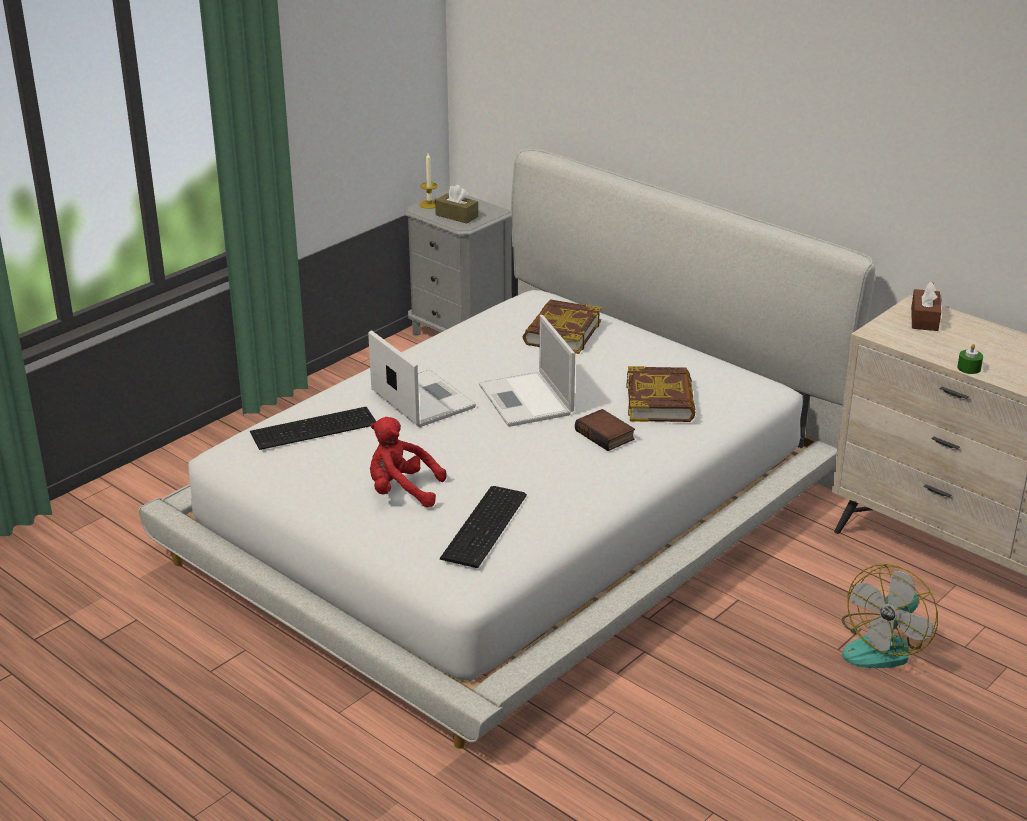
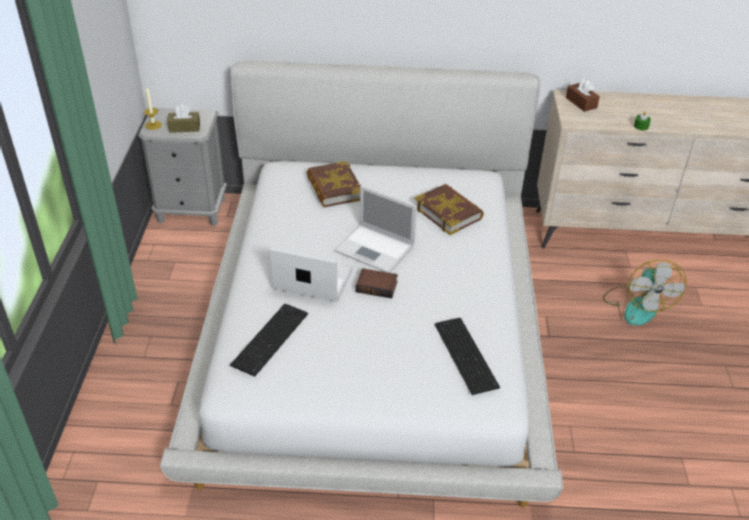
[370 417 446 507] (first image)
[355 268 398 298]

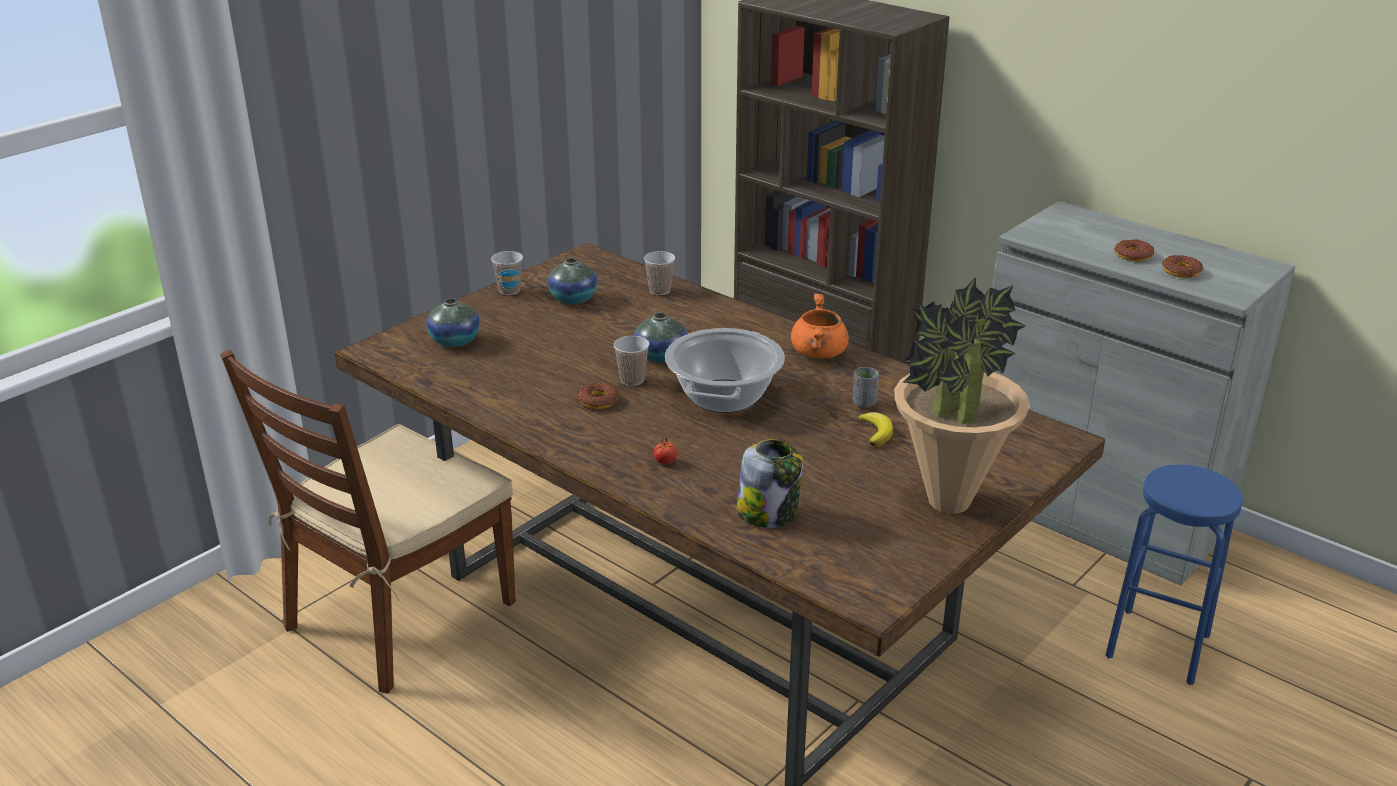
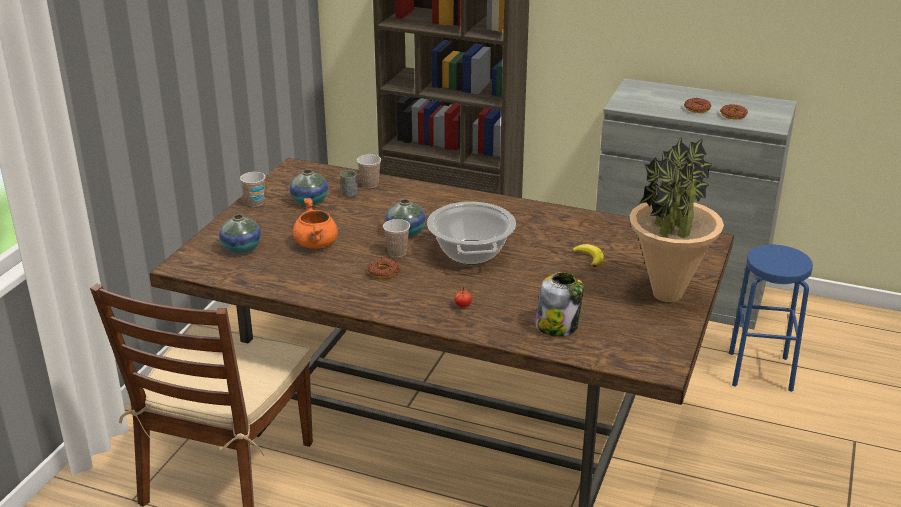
[293 198 338 248]
[340 171 358 198]

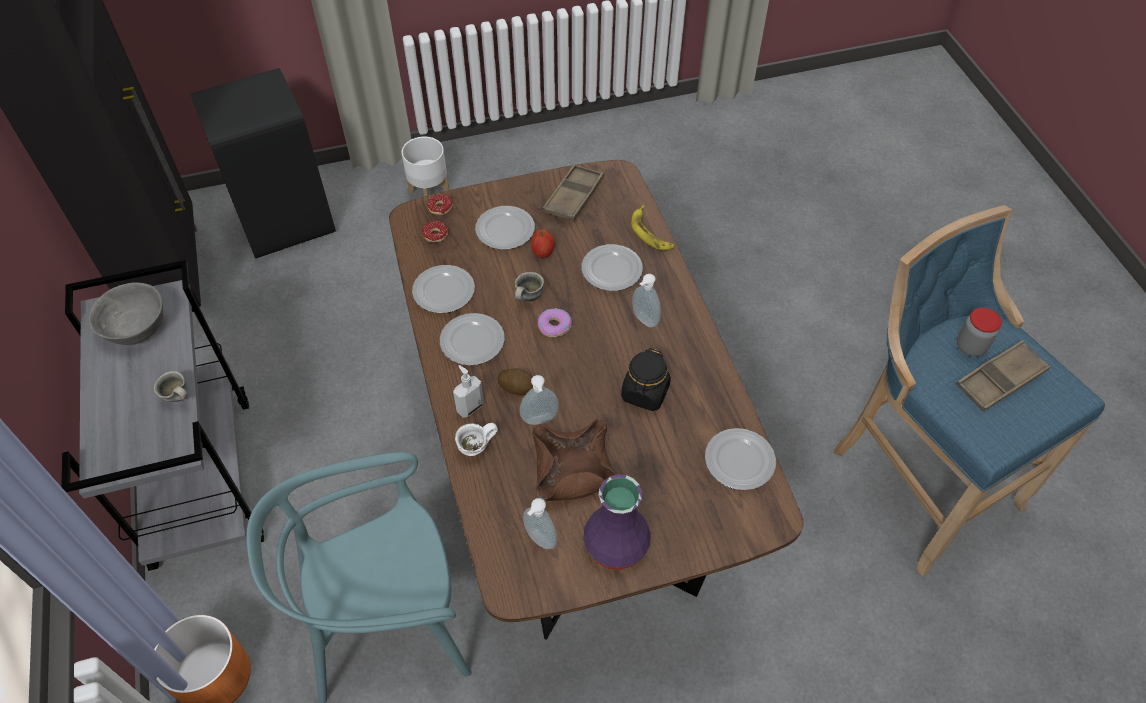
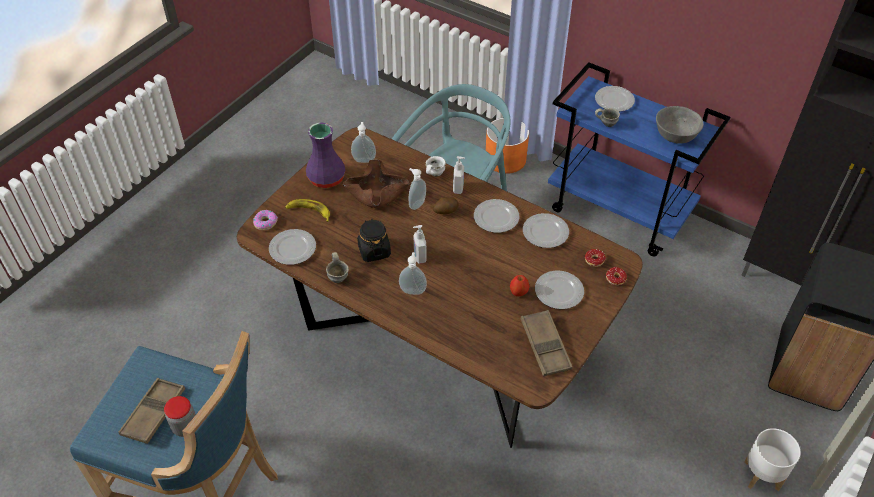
[548 62 731 256]
[326 252 349 283]
[253 210 278 230]
[595 86 635 112]
[285 199 330 222]
[413 225 427 264]

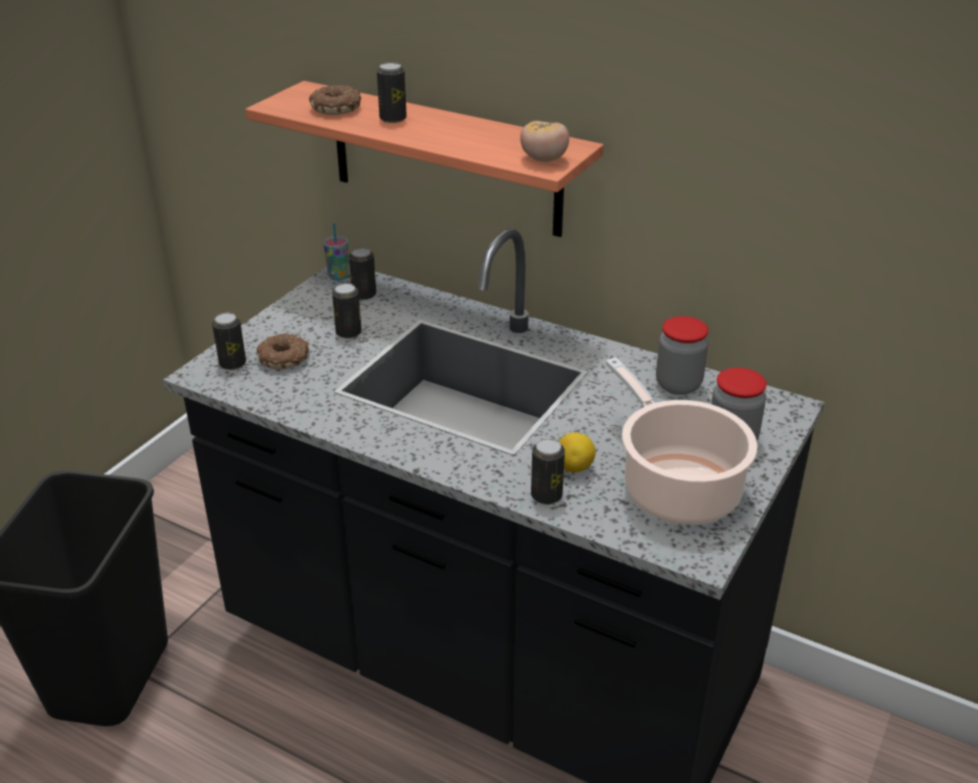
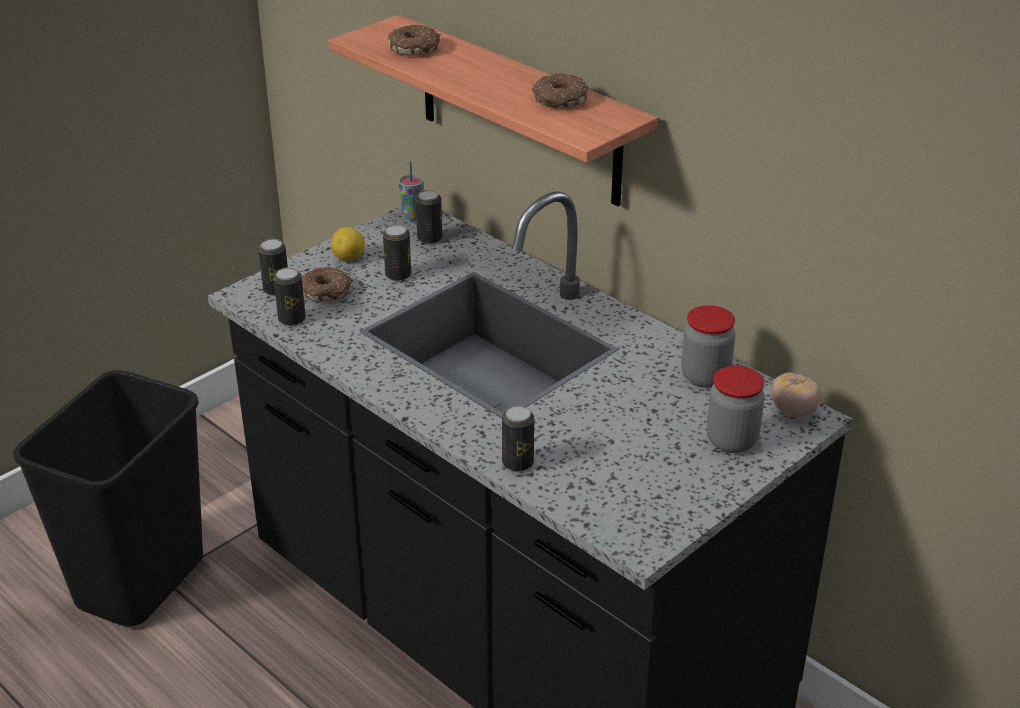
[273 267 306 326]
[771 372 822 417]
[331 227 365 261]
[606 358 758 525] (first image)
[532 73 588 109]

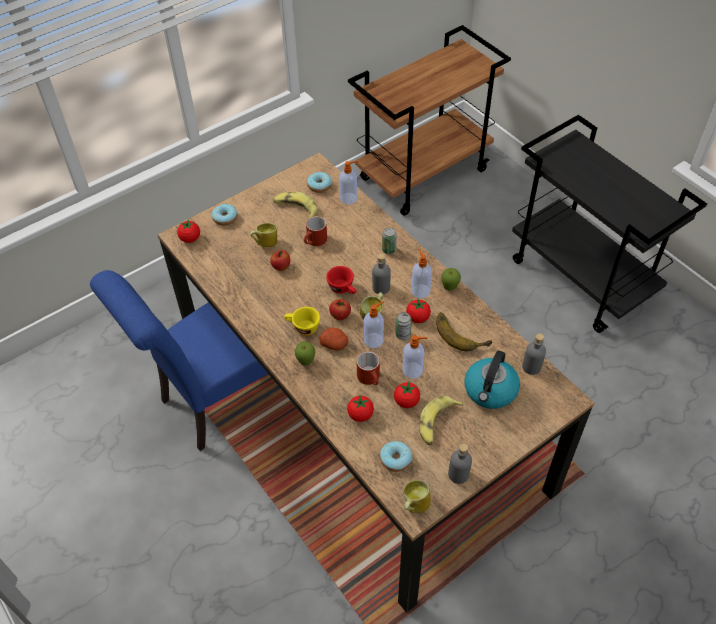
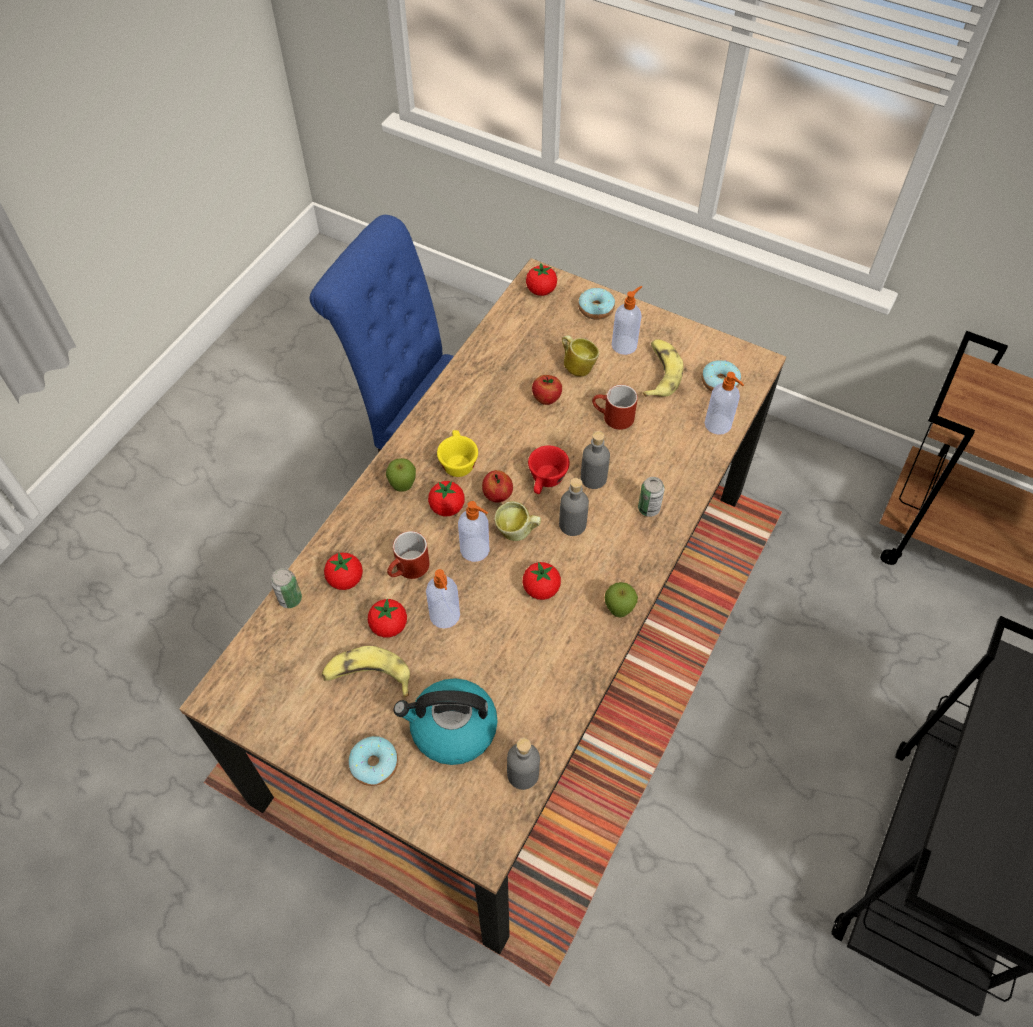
[428 481 465 516]
[349 736 398 786]
[271 568 302 608]
[403 480 431 513] (first image)
[612 286 642 355]
[436 312 492 351] (first image)
[581 431 610 489]

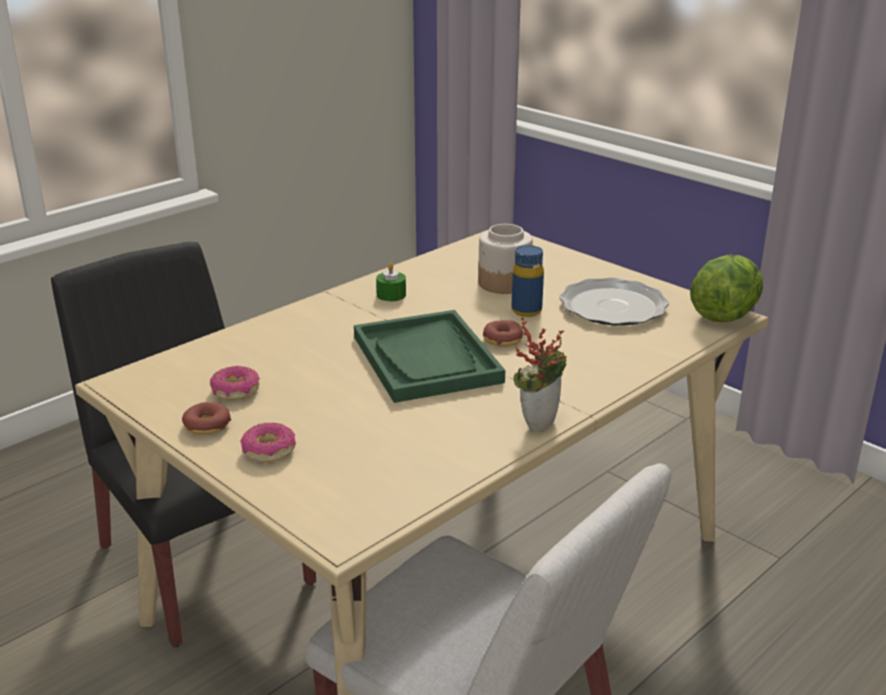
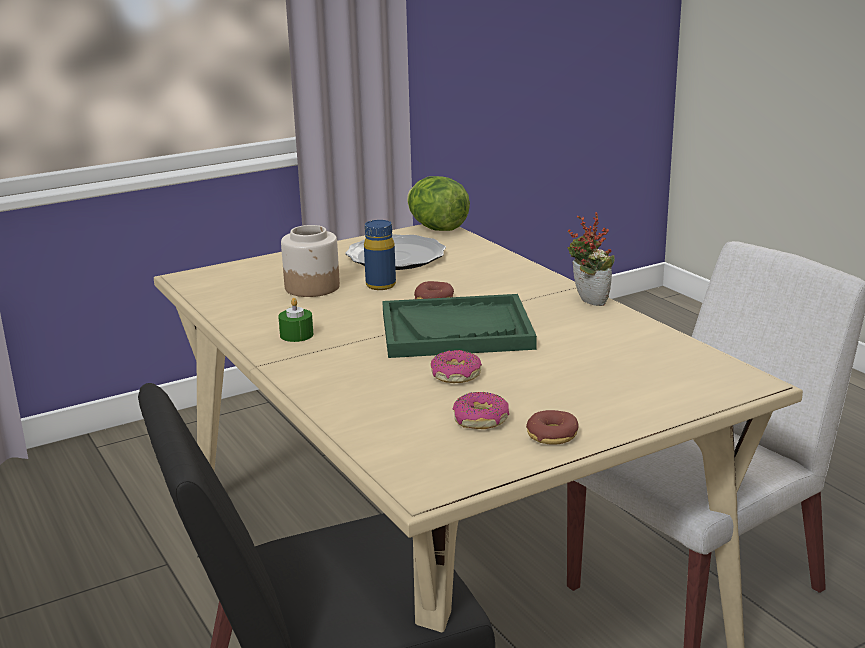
[431 350 482 383]

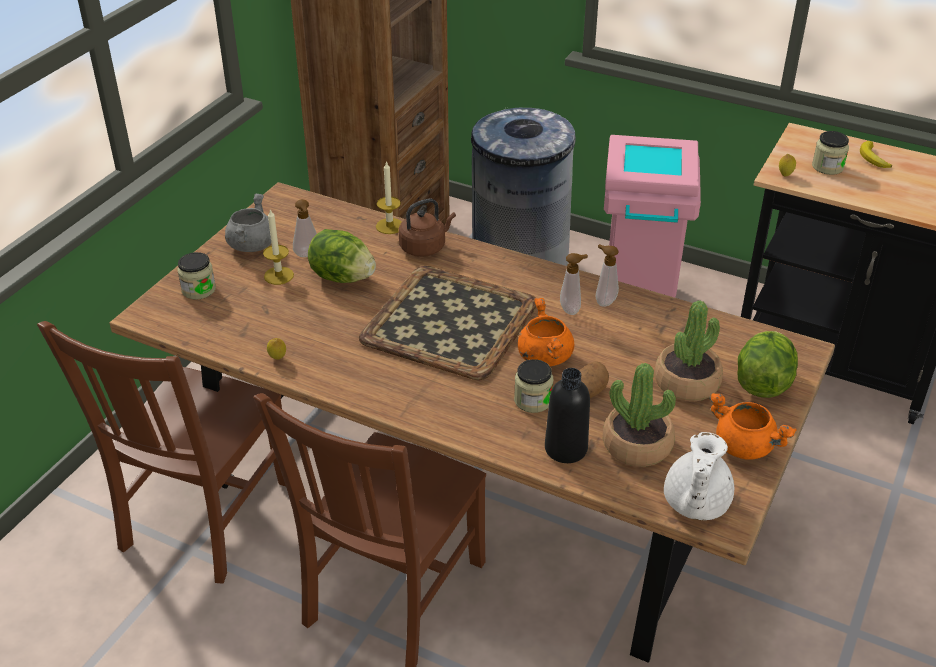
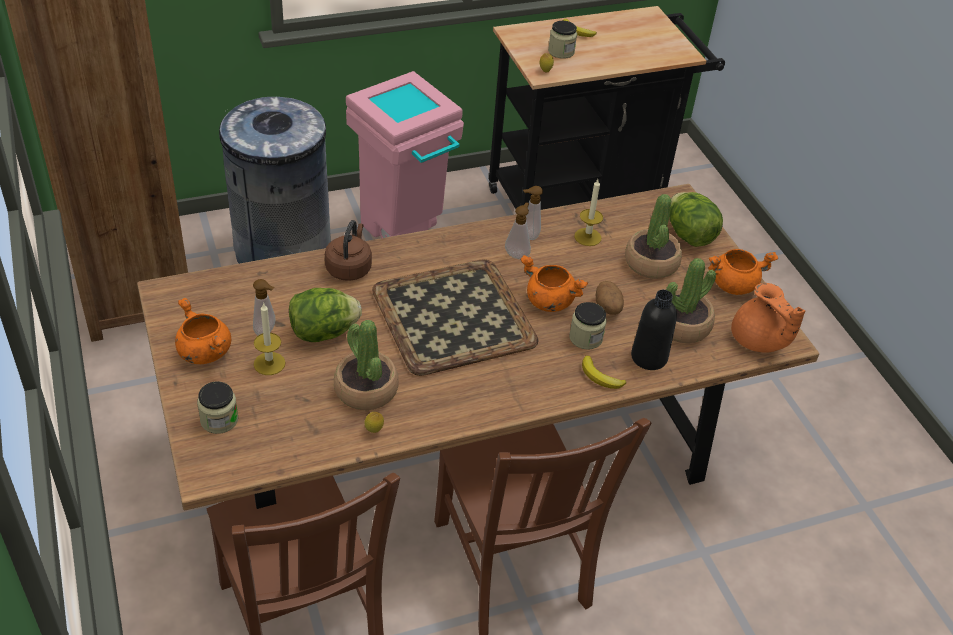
[175 298 231 364]
[574 179 603 246]
[731 283 805 353]
[334 320 399 410]
[582 356 626 389]

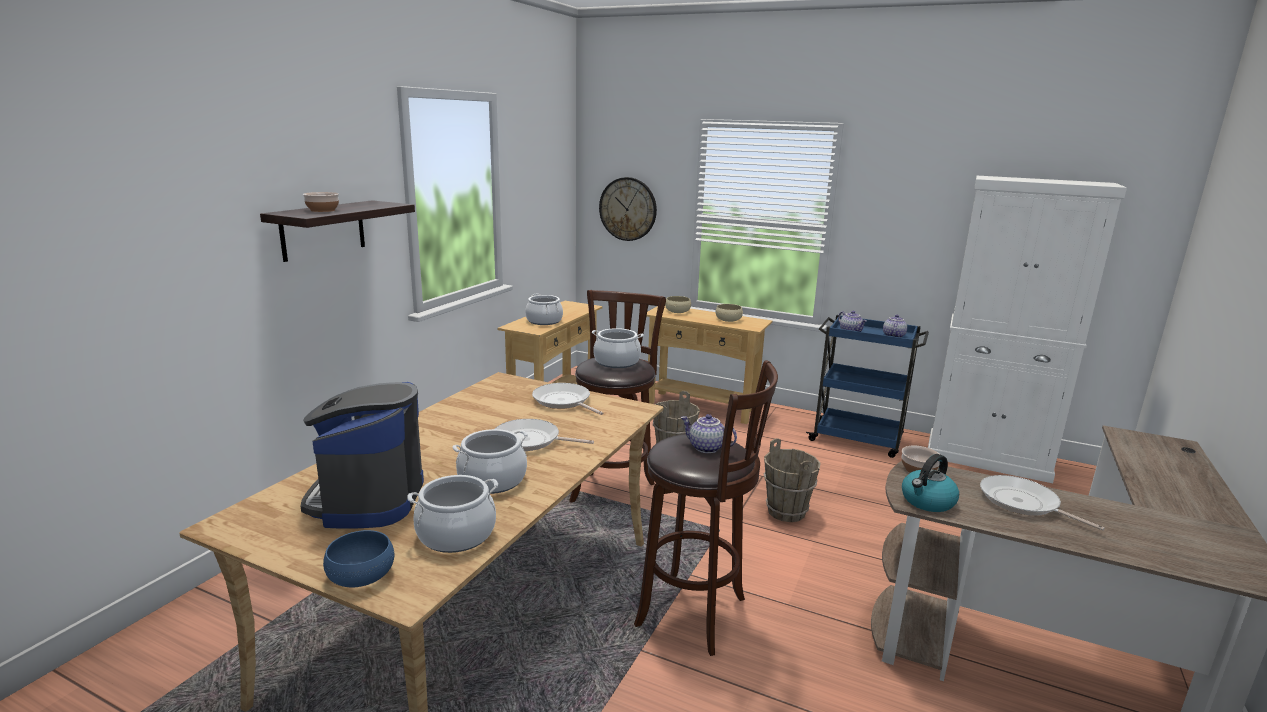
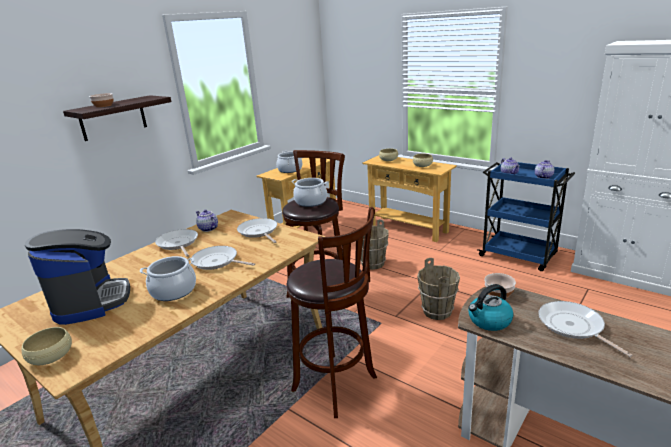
[25 229 130 325]
[22 327 72 365]
[407 475 498 553] (first image)
[599 177 657 241] (first image)
[196 210 218 232]
[155 229 198 257]

